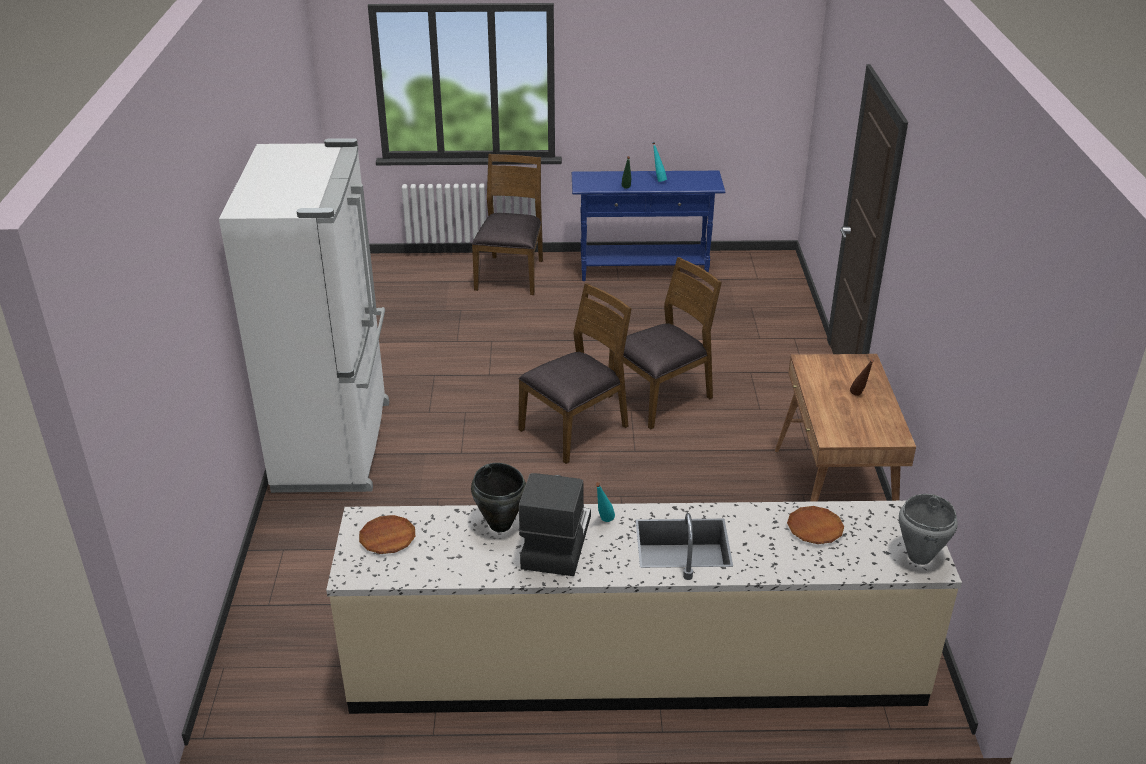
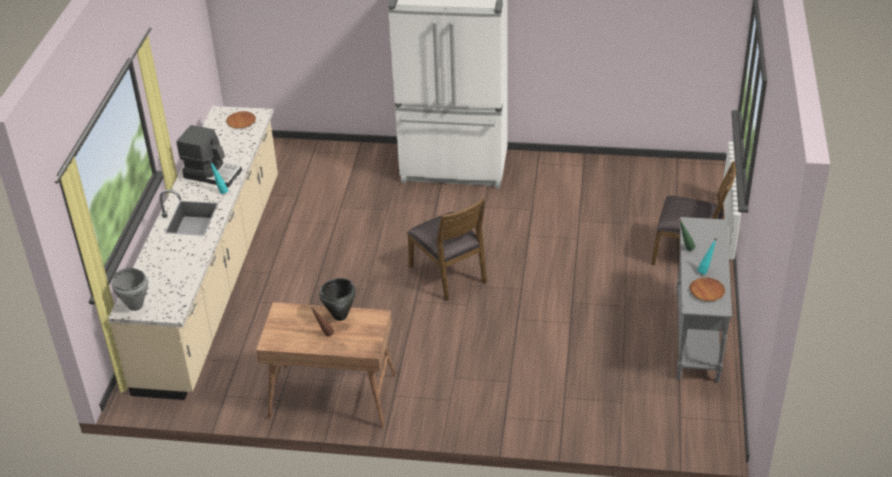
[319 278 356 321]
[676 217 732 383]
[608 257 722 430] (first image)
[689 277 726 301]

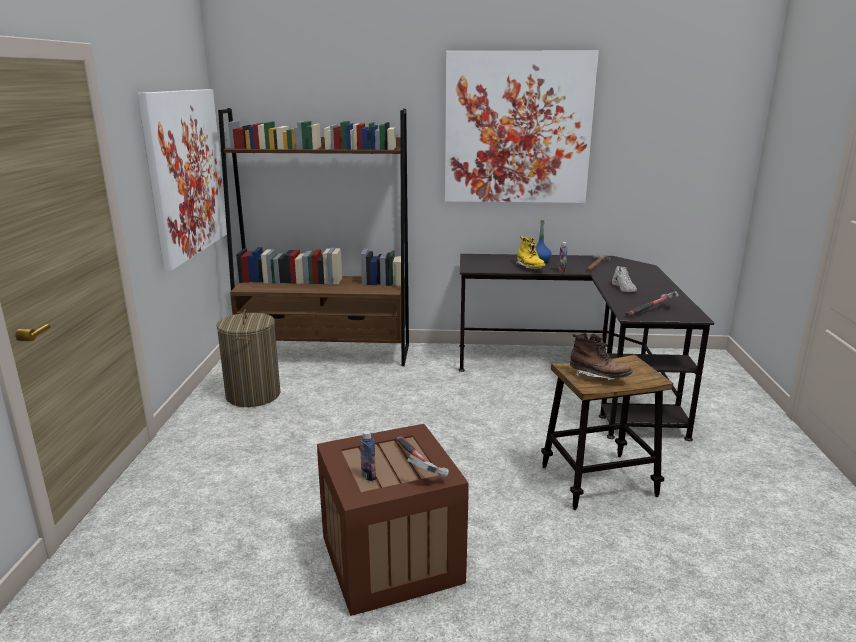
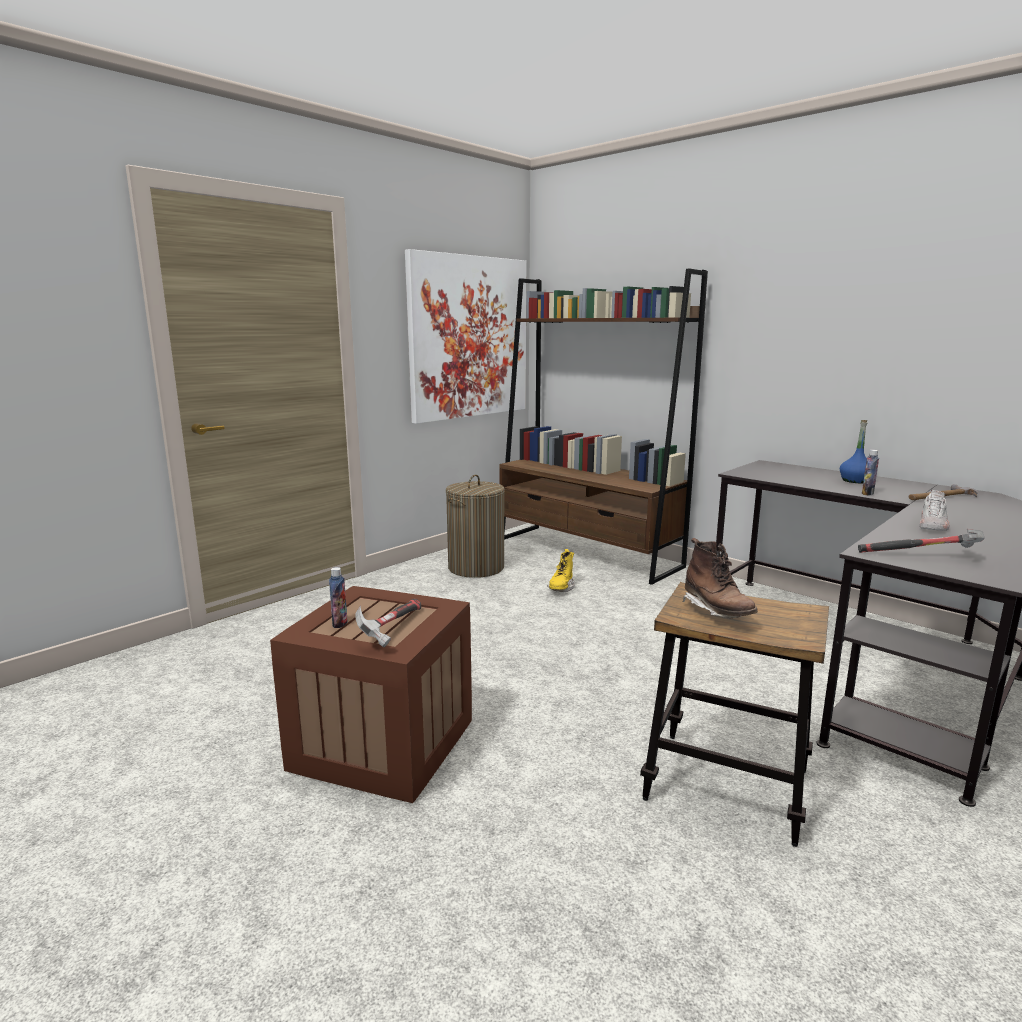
[445 51 599 203] (first image)
[547 549 575 592]

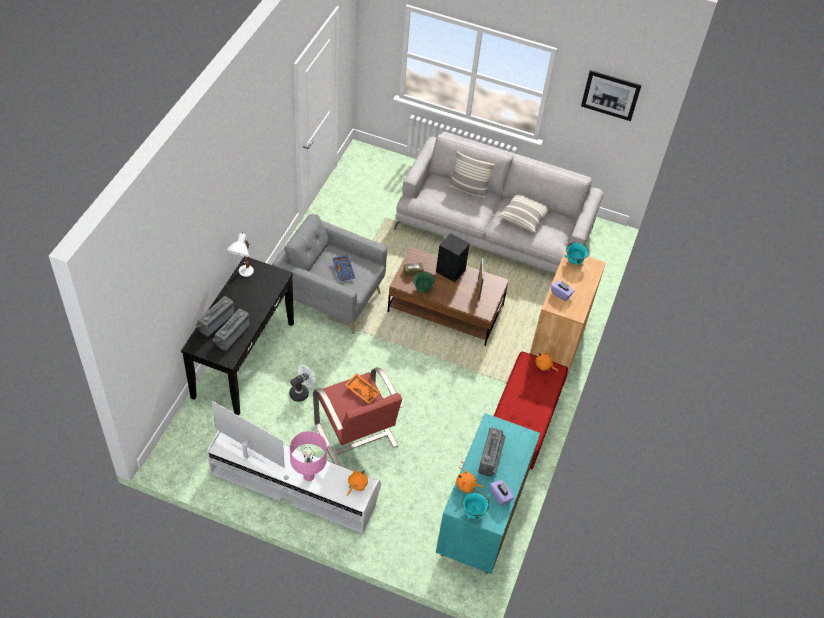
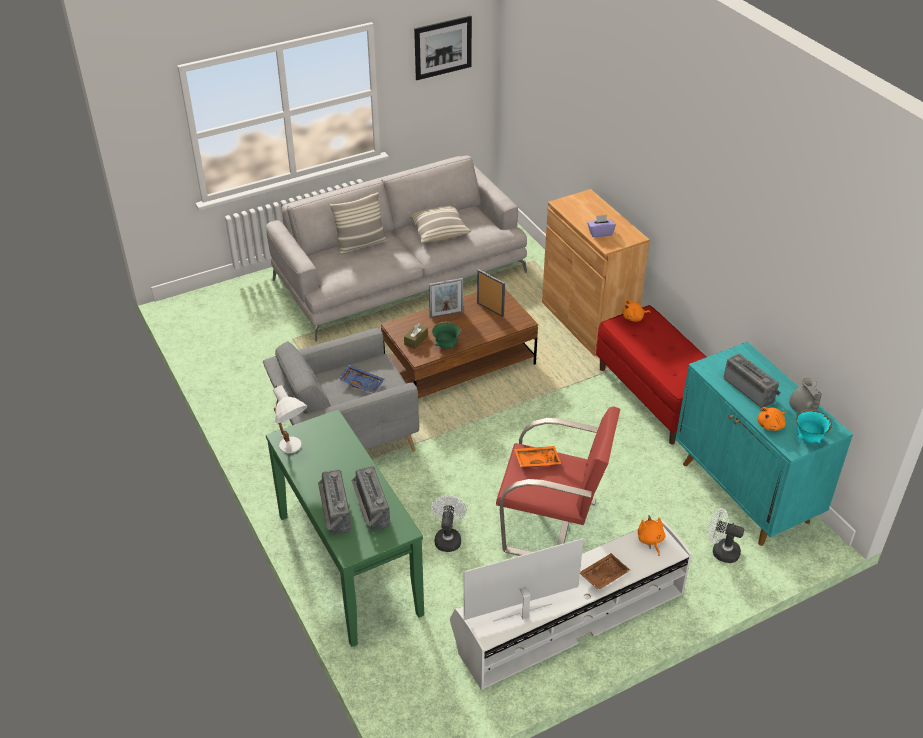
[266 409 424 647]
[580 553 630 590]
[429 278 463 318]
[789 378 822 413]
[564 242 589 266] (first image)
[708 508 744 563]

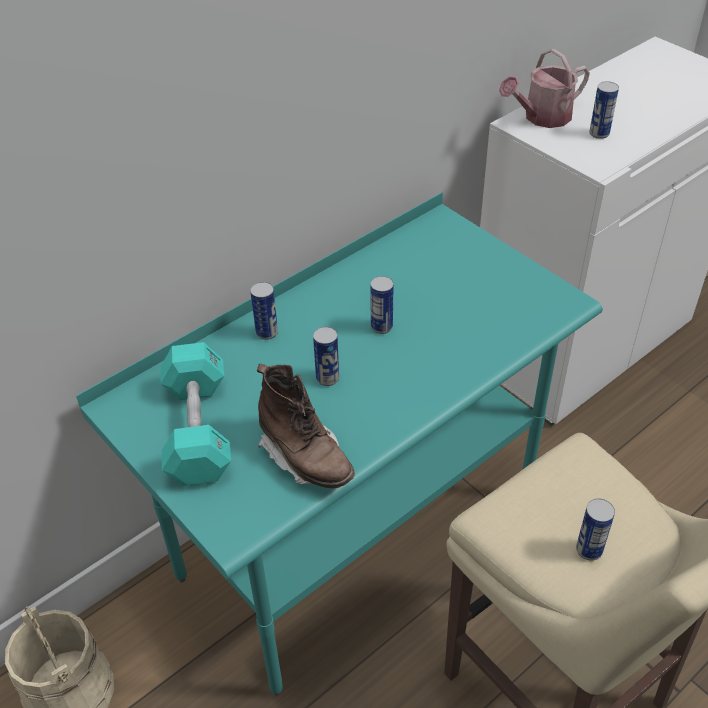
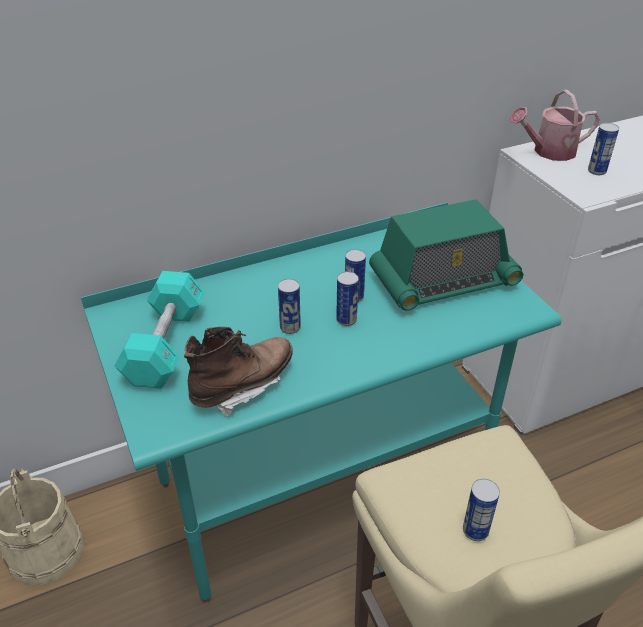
[336 271 359 326]
[184 327 293 416]
[369 199 523 311]

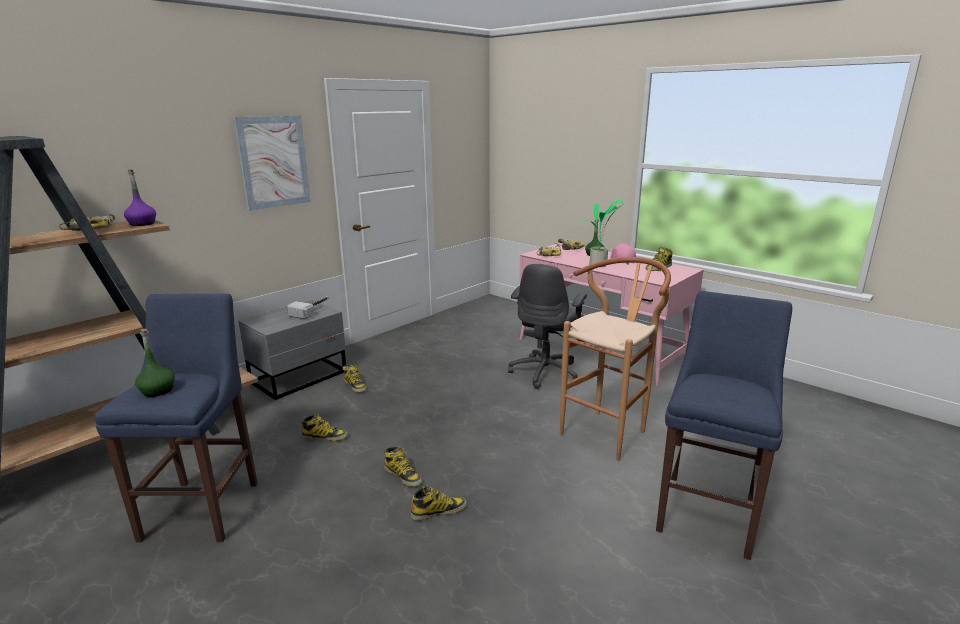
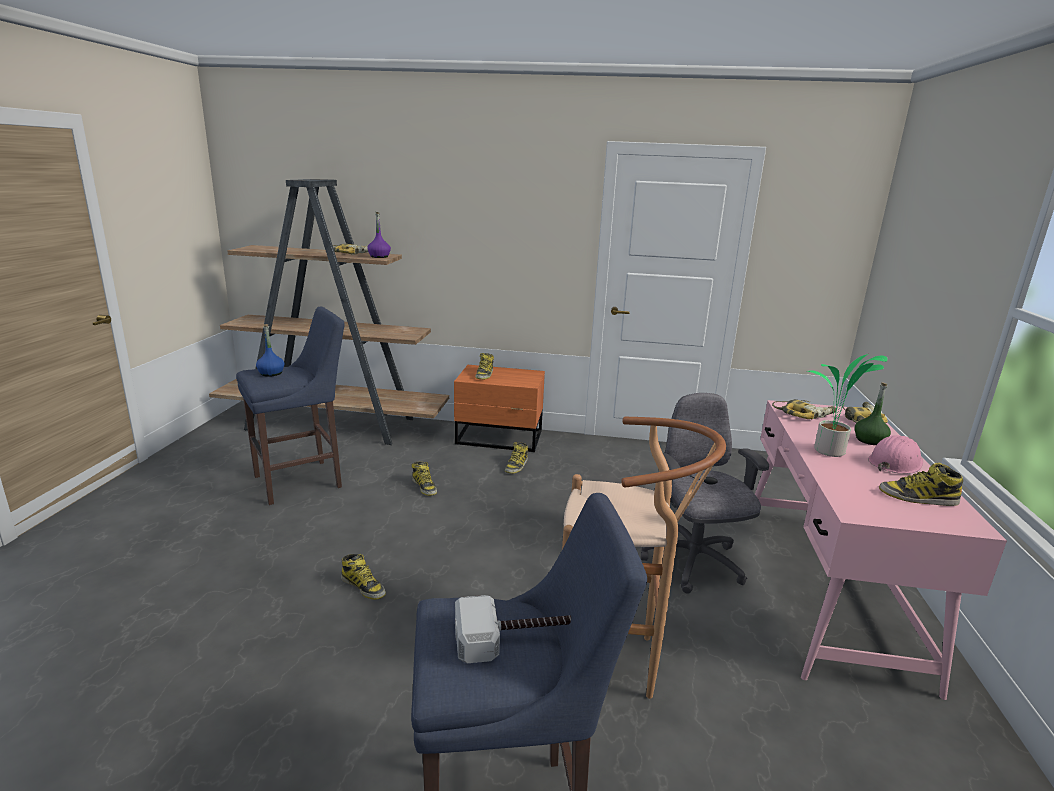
[256 324 284 377]
[234 116 311 211] (first image)
[454 365 545 452]
[455 595 571 663]
[475 353 494 379]
[641 393 769 594]

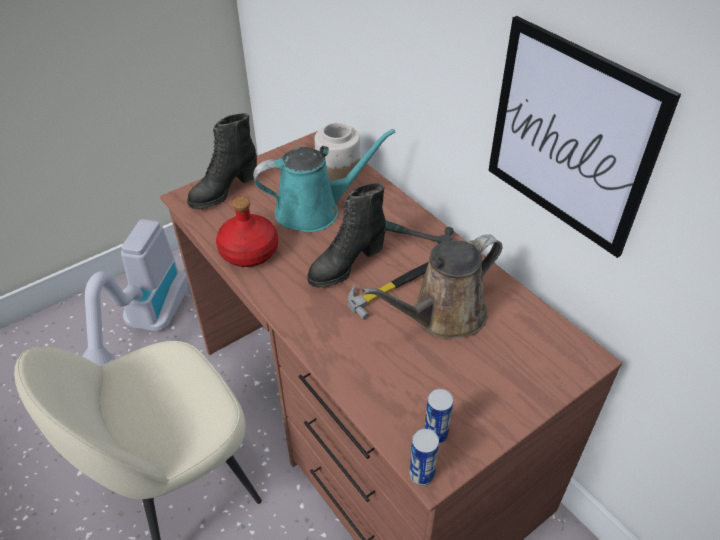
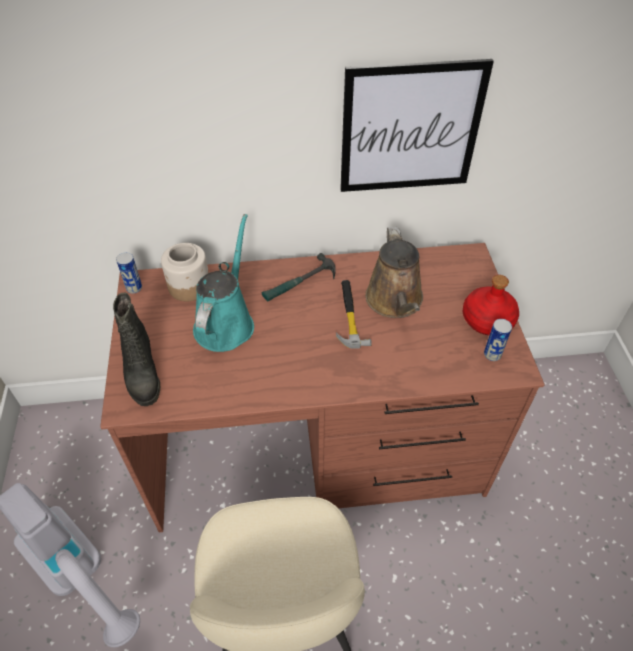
[463 275 519 335]
[307 183 386 288] (first image)
[116 252 142 294]

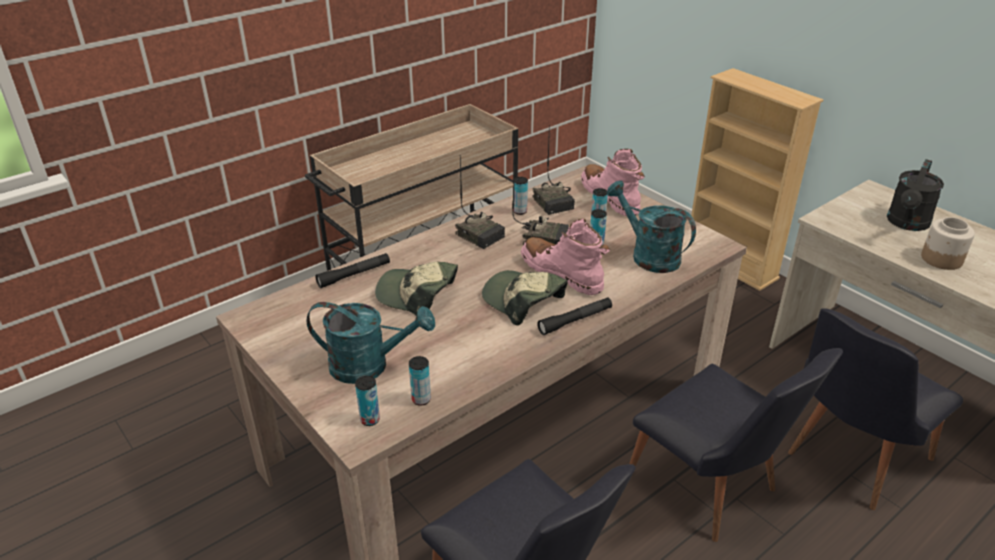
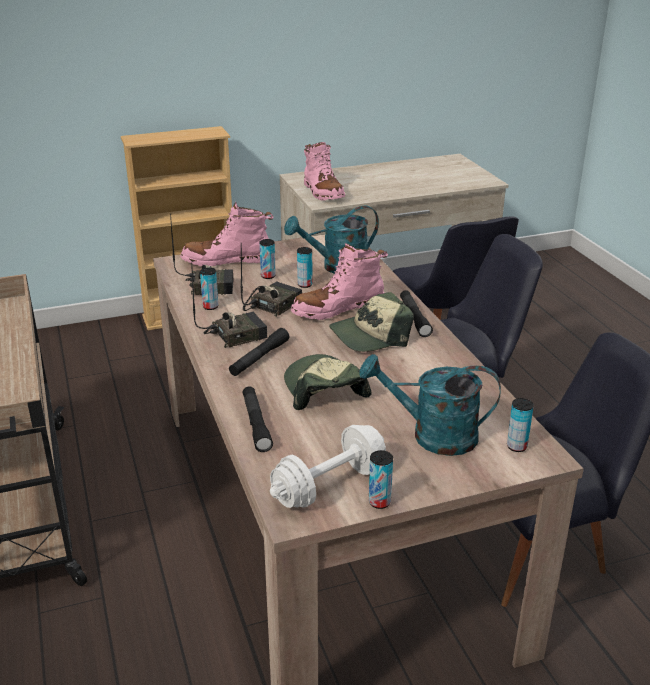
[359 354 501 456]
[284 354 372 410]
[369 450 393 509]
[887 159 944 231] (first image)
[921 217 975 270] (first image)
[229 328 289 376]
[270 425 386 508]
[304 142 345 200]

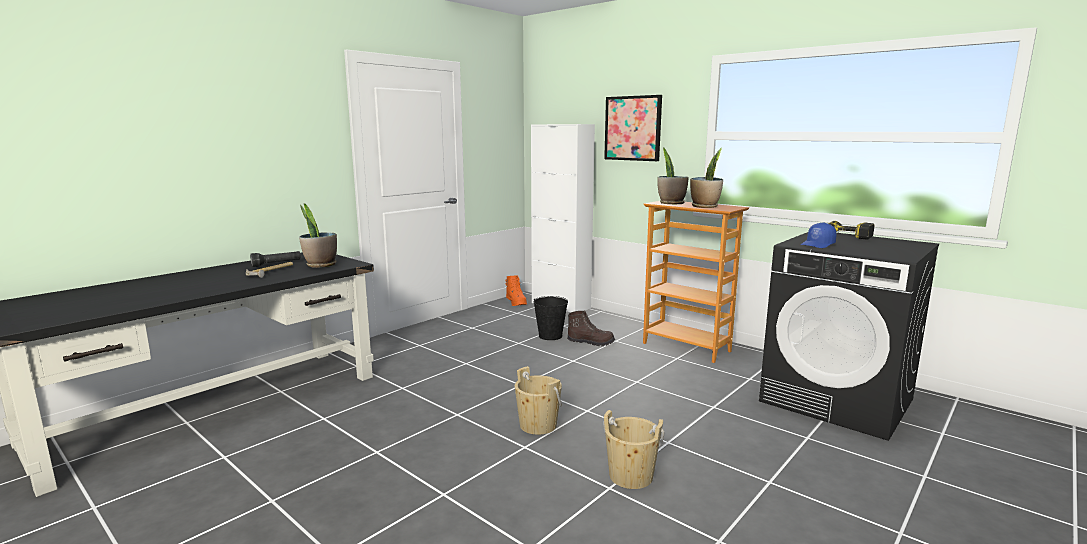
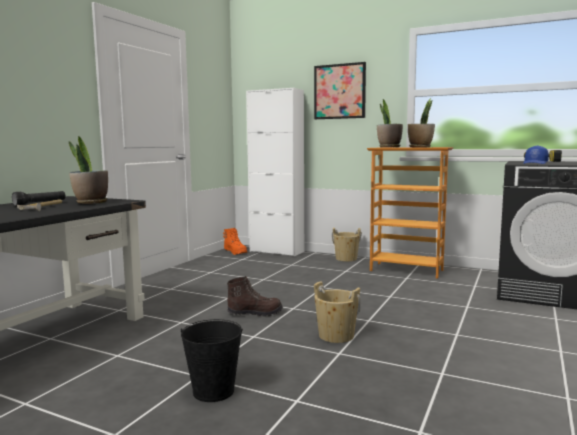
[181 319 243 402]
[227 276 283 317]
[332 228 362 262]

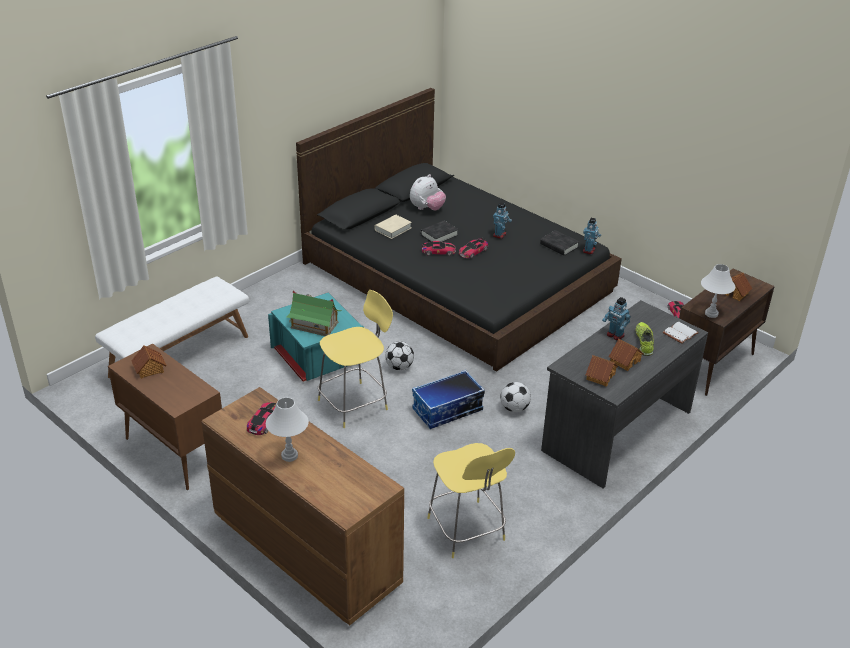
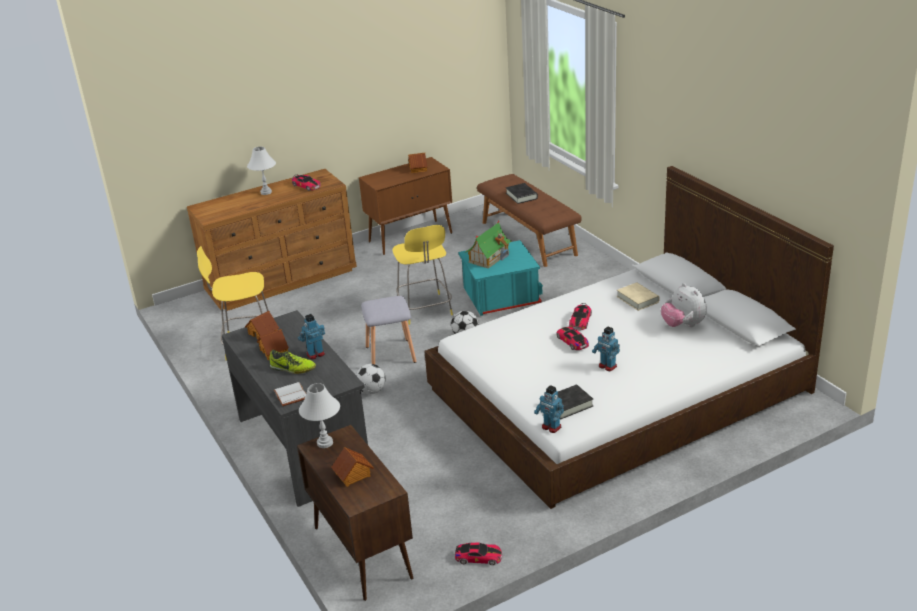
[477 174 582 267]
[424 166 834 509]
[361 296 416 364]
[506 183 538 204]

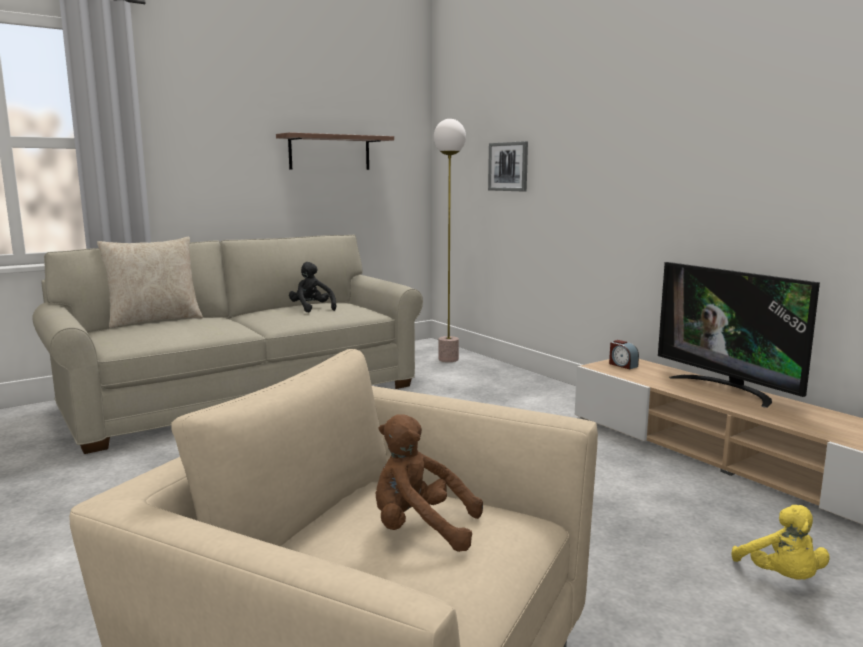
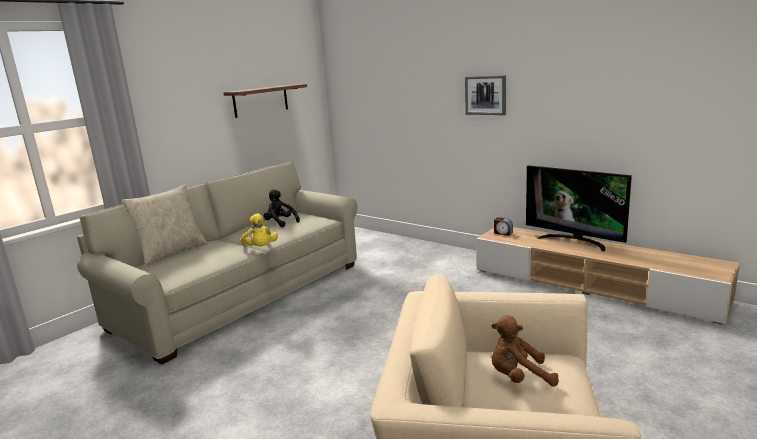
[434 119 466 362] (first image)
[465 75 506 115]
[241 214 278 247]

